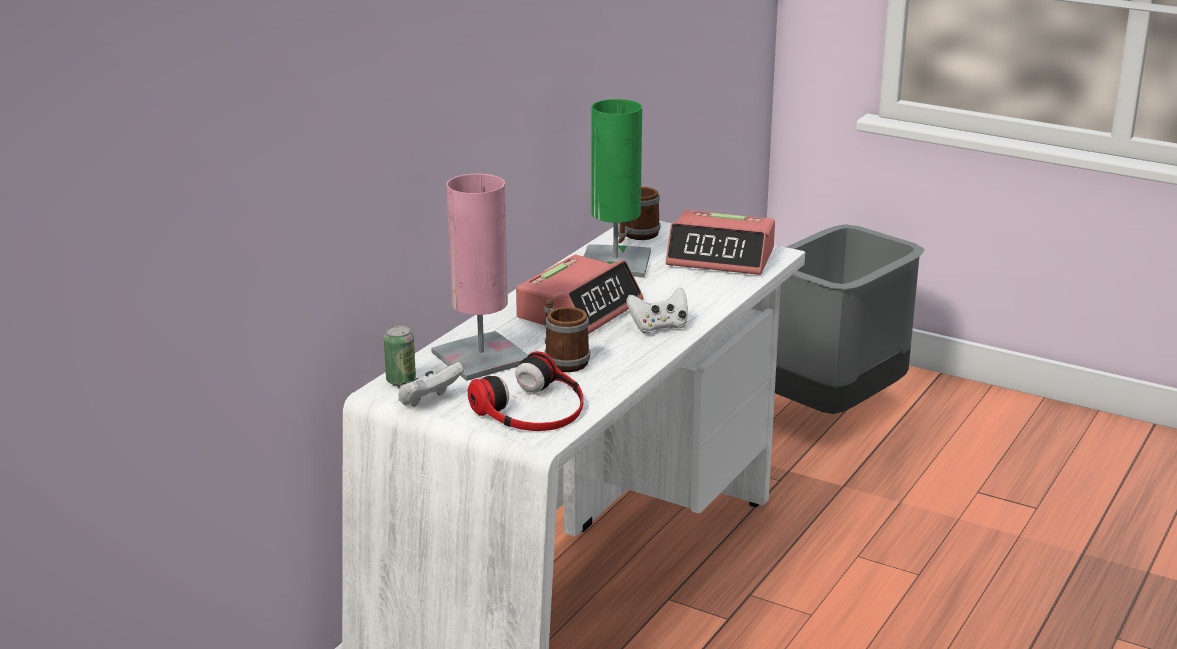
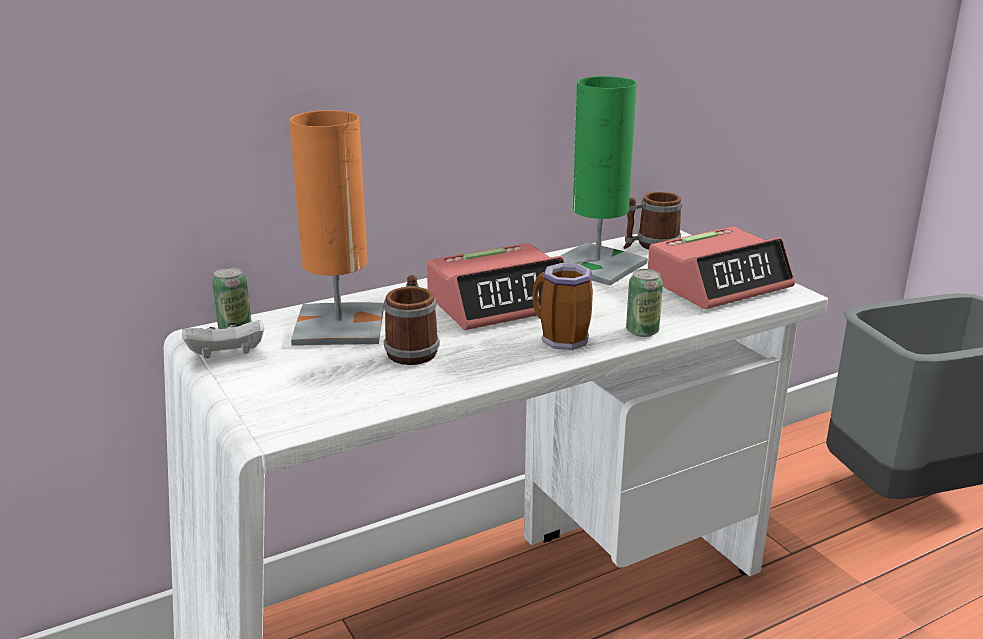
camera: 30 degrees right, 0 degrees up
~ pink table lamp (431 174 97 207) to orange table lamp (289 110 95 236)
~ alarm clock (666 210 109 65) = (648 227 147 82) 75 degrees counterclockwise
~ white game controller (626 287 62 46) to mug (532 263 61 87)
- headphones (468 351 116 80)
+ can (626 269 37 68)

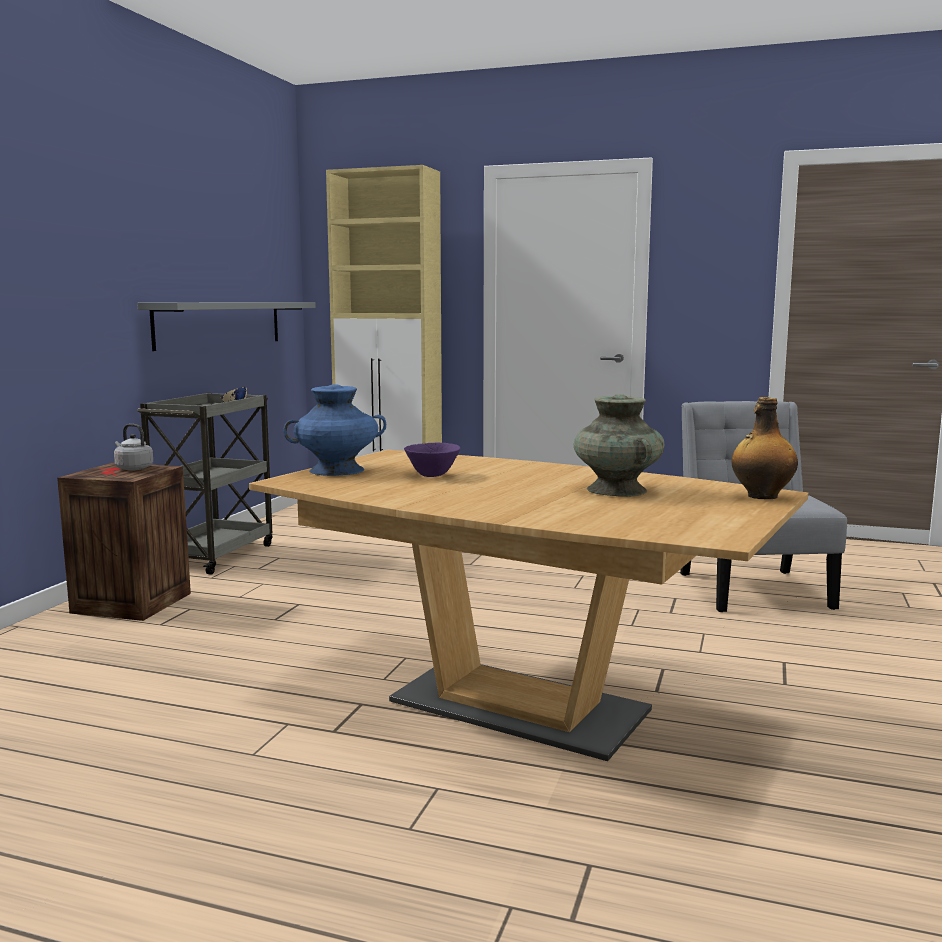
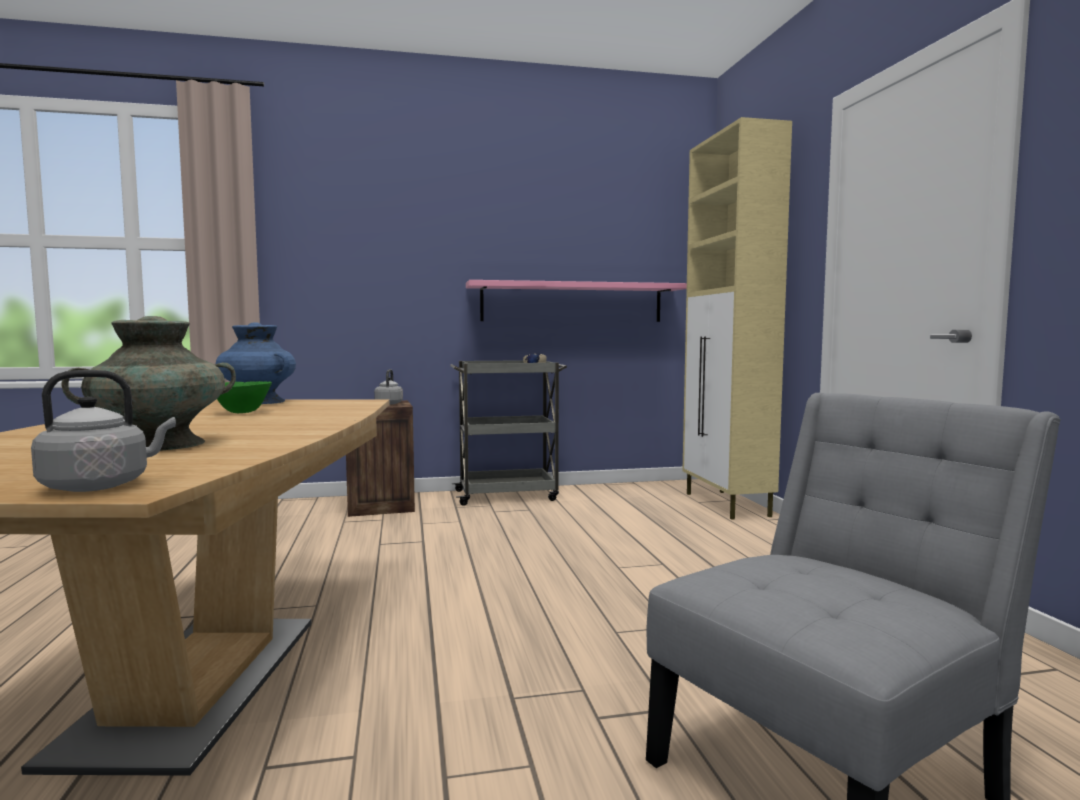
camera: 60 degrees right, 5 degrees down
~ grey shelf (137 302 179 49) to pink shelf (466 280 221 42)
~ bottle (732 397 66 102) to grey kettle (31 370 145 122)
~ purple bowl (404 443 56 34) to green bowl (217 381 55 32)

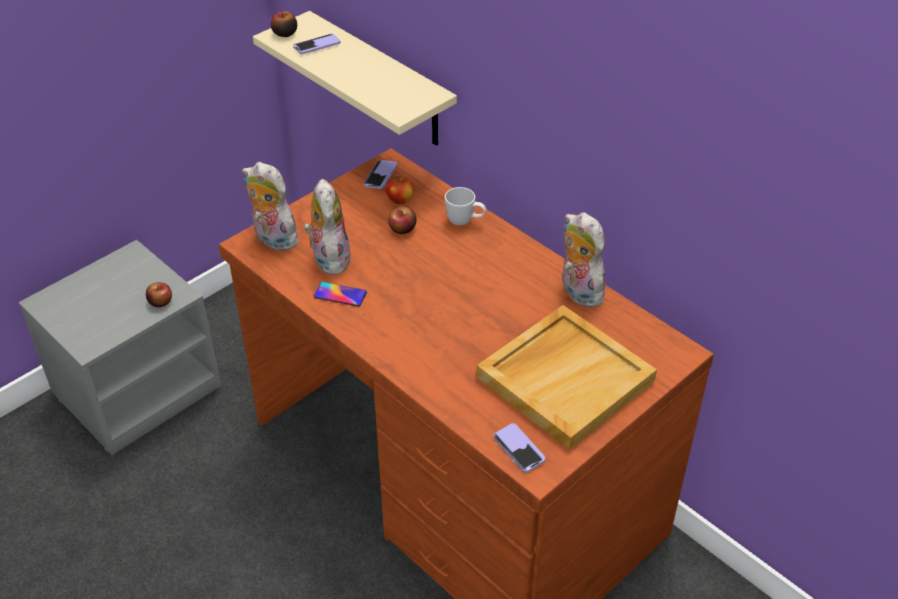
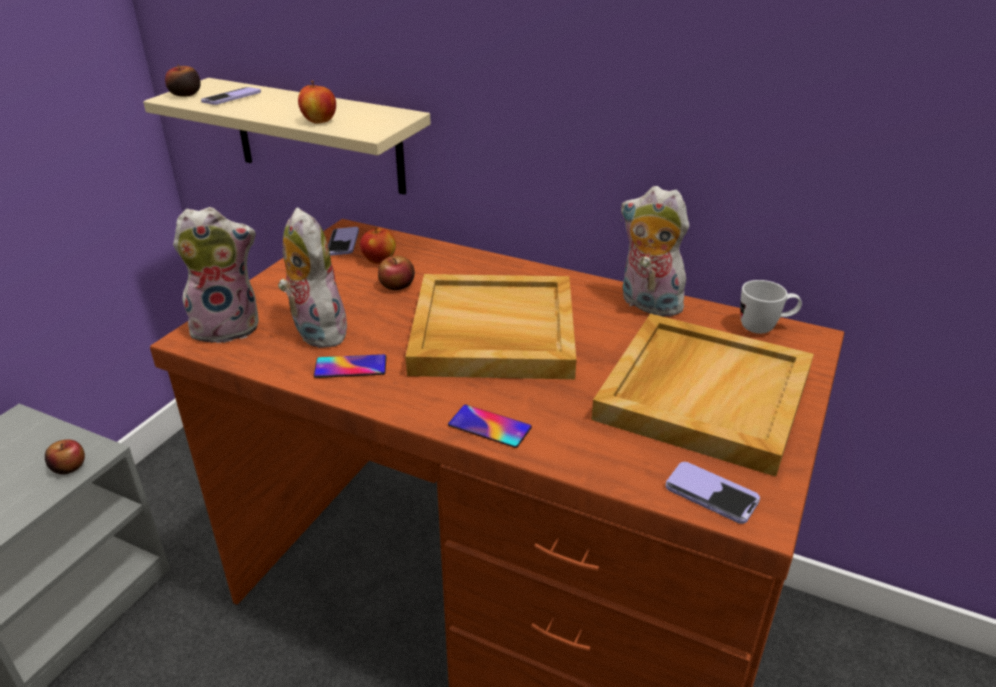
camera: 20 degrees left, 10 degrees down
~ plush toy (242 162 57 89) = (173 207 86 136) 150 degrees clockwise
~ white mug (445 187 41 38) to (740 280 62 54)
+ apple (298 81 38 43)
+ beige tray (405 274 171 105)
+ phone (448 405 84 43)

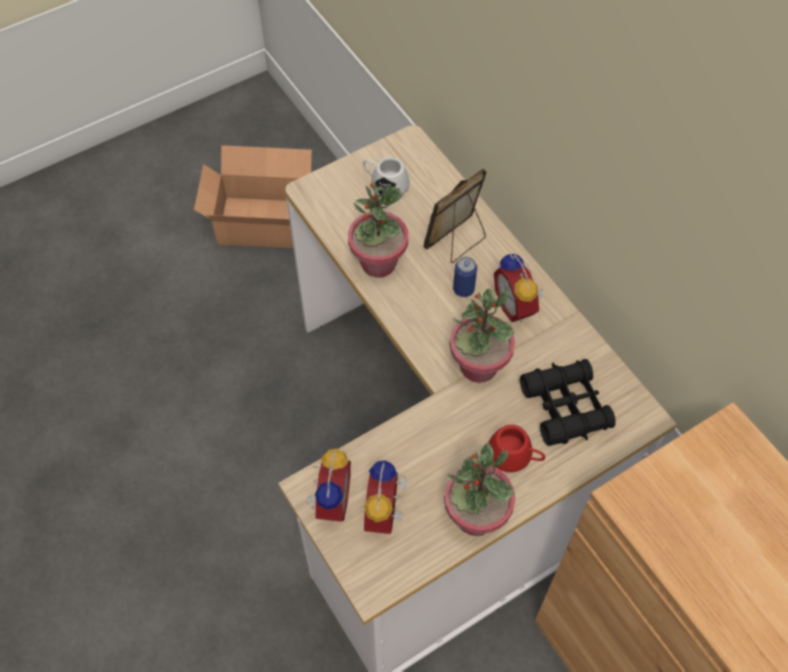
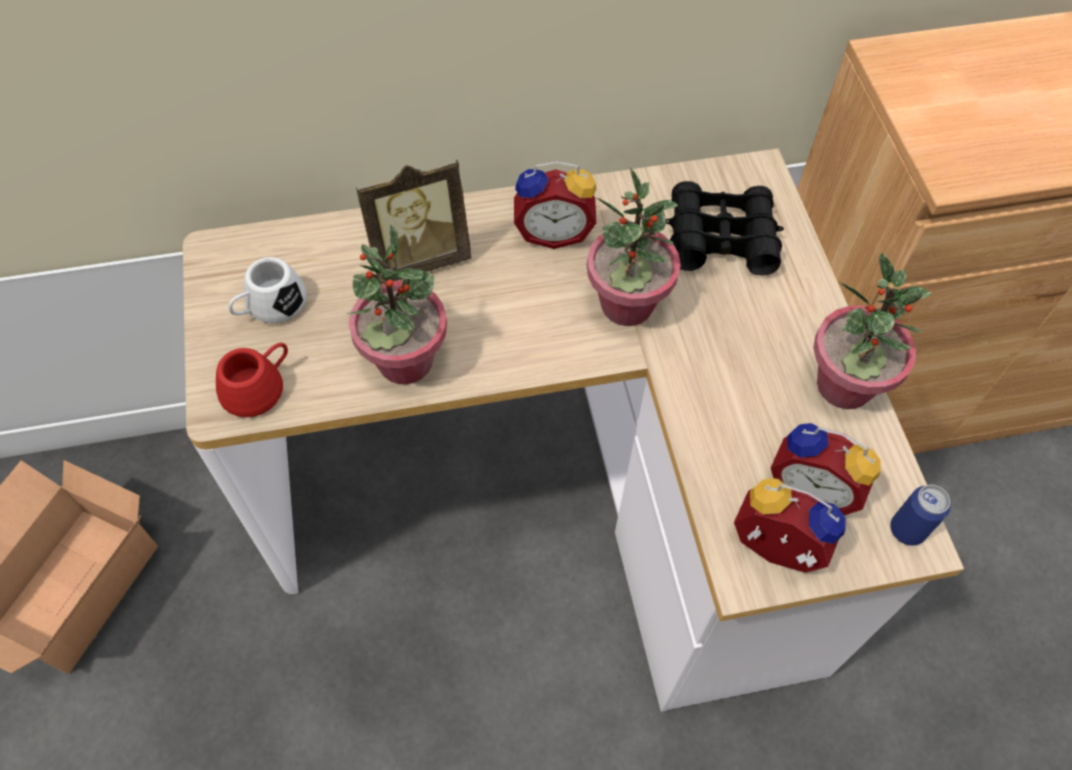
camera: 70 degrees left, 0 degrees up
~ picture frame (423 169 64 95) = (356 160 115 124) 90 degrees counterclockwise
~ can (453 256 24 41) to (890 485 60 61)
~ red mug (488 425 57 47) to (216 343 72 74)

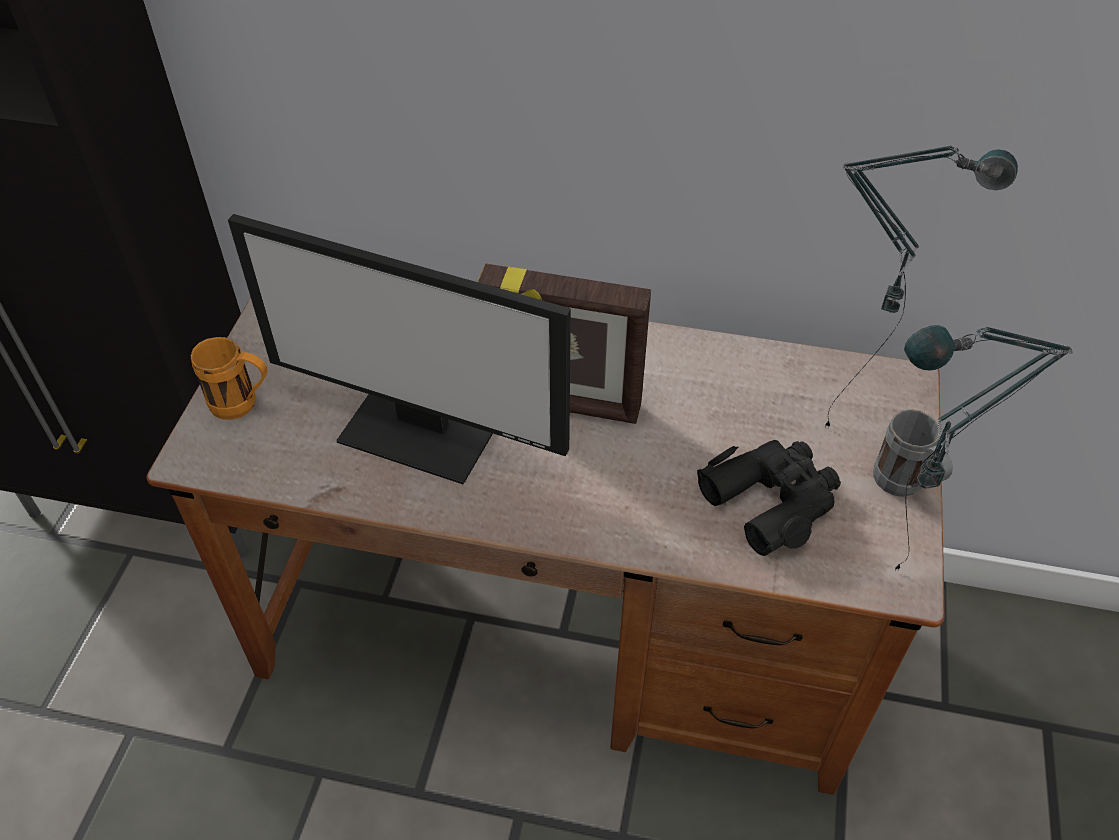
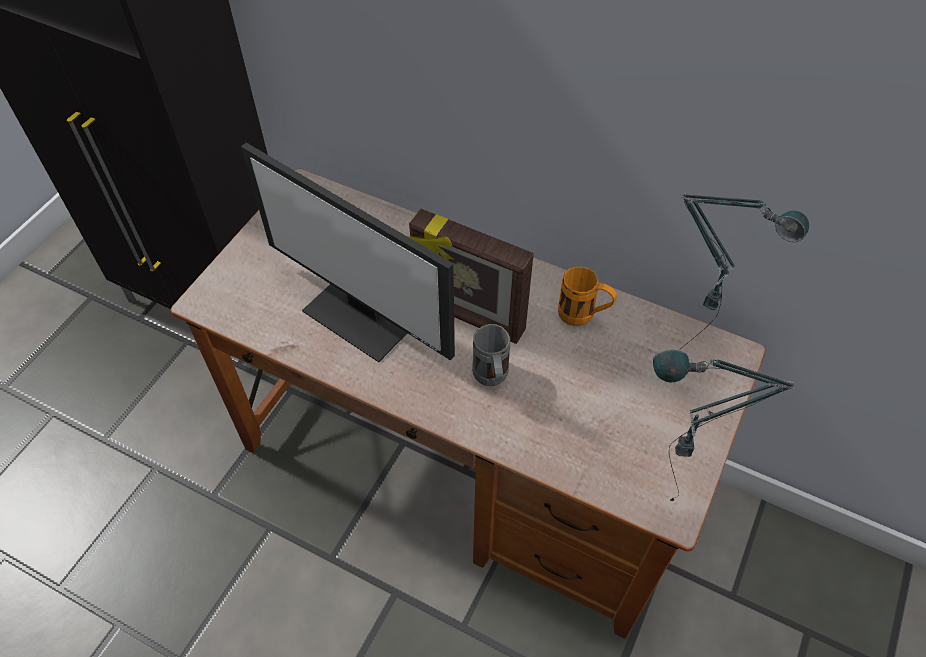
camera: 15 degrees right, 5 degrees up
~ orange mug (190 337 78 83) to (558 266 59 60)
~ grey mug (873 409 80 88) to (472 324 38 62)
- black binoculars (697 440 144 116)

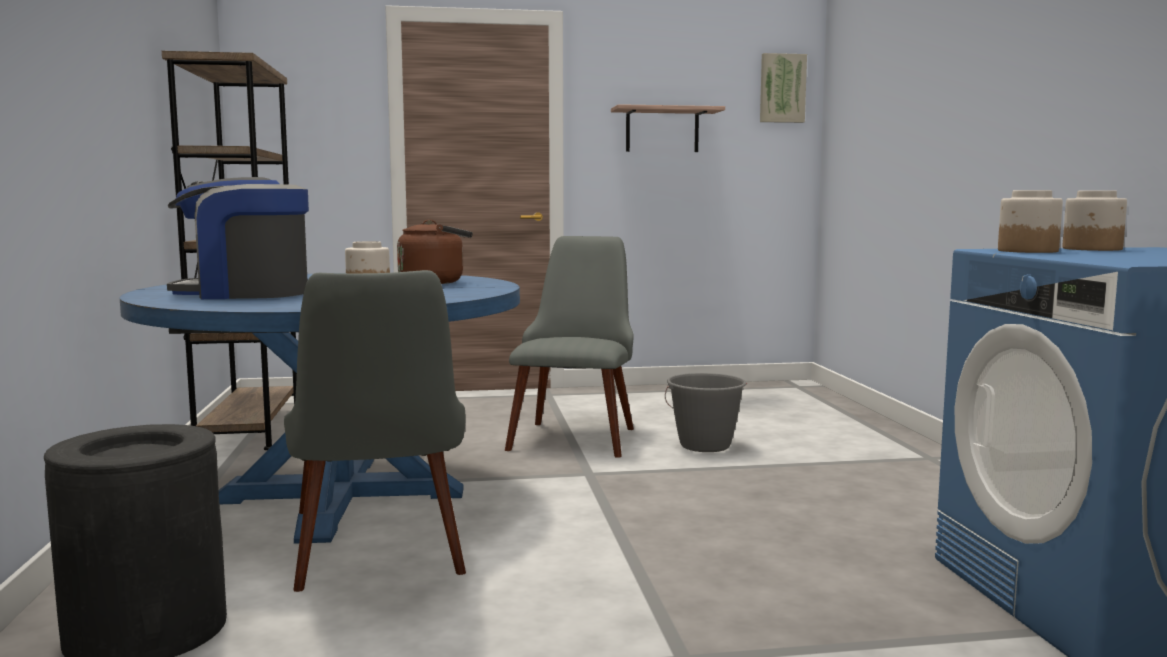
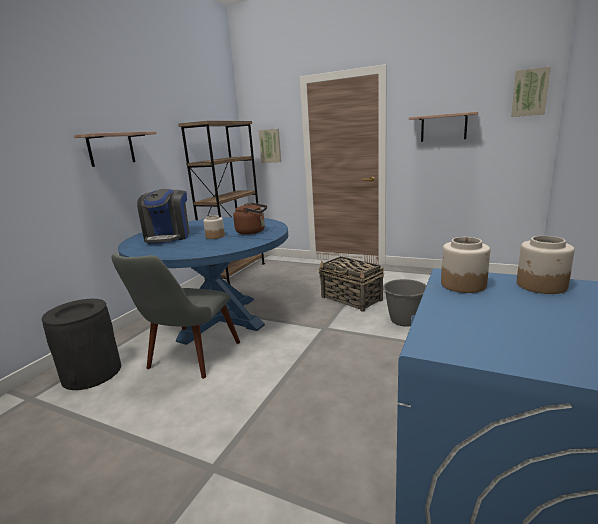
camera: 35 degrees right, 10 degrees up
~ coffee machine (167 177 142 122) = (137 189 52 55) 120 degrees counterclockwise
~ grey chair (505 236 129 222) to basket (318 256 66 56)
+ picture (258 129 23 34)
+ shelf (74 131 83 36)

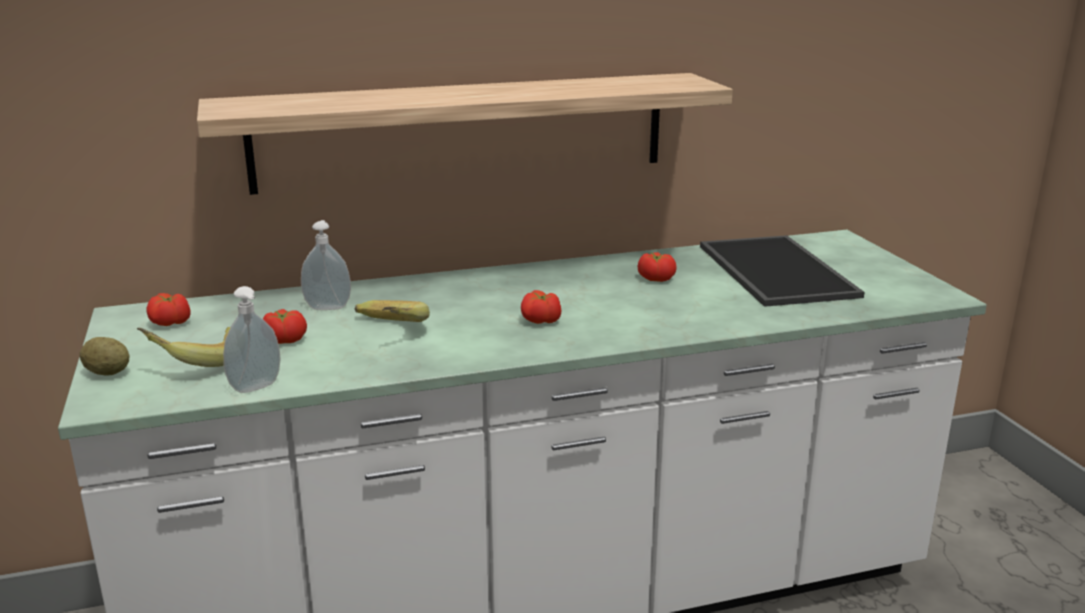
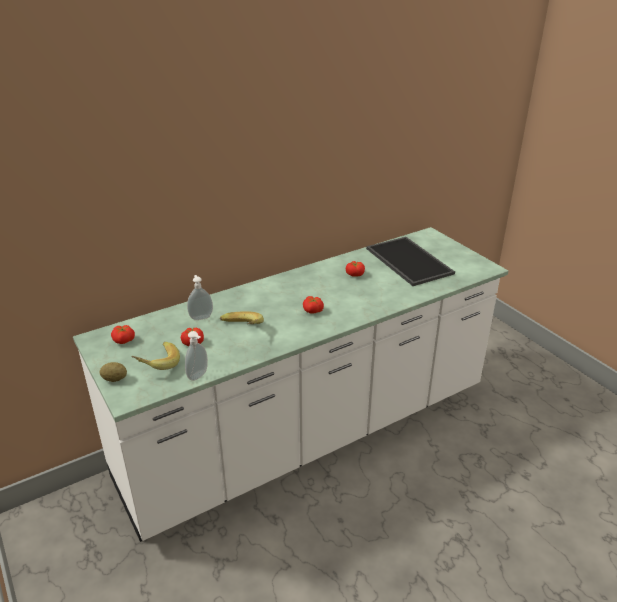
camera: 15 degrees left, 10 degrees up
- shelf (197 73 536 122)

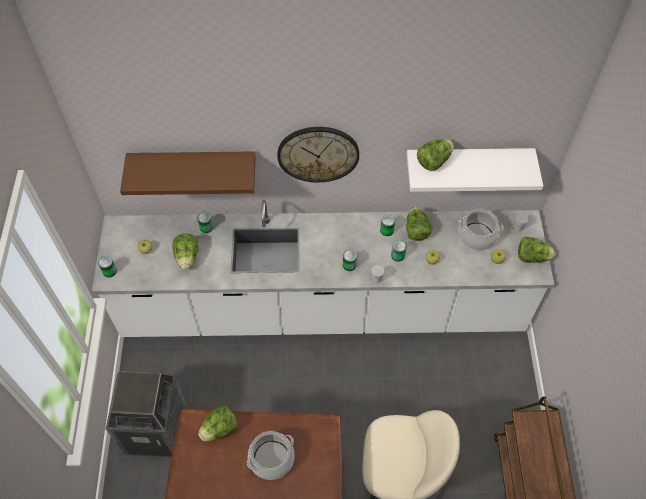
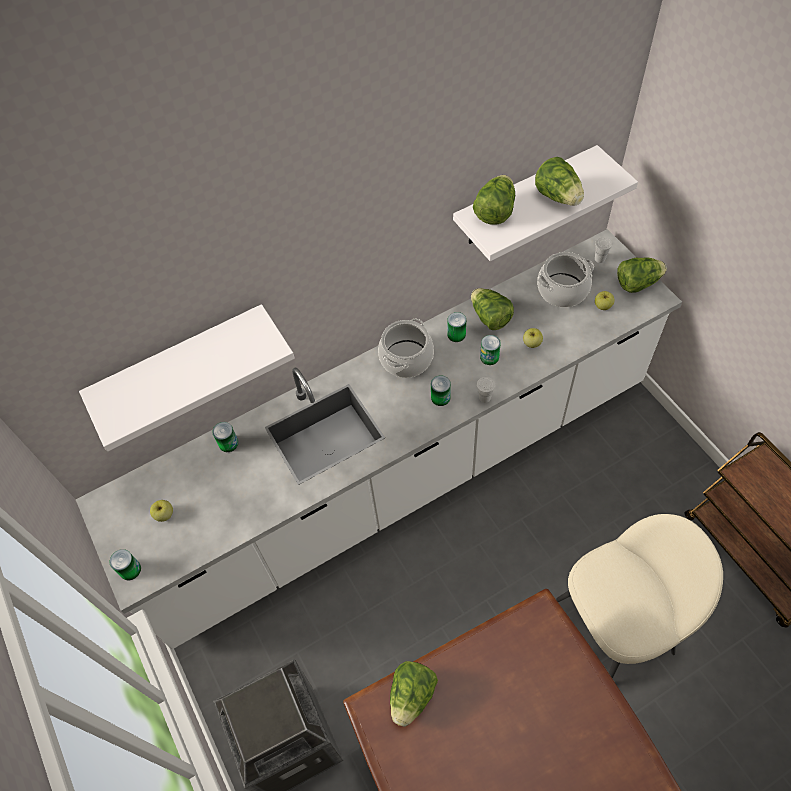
camera: 25 degrees left, 0 degrees up
- wall clock (277 127 82 55)
~ brown shelf (120 151 136 44) to white shelf (79 304 216 148)
~ lettuce (172 233 26 37) to (535 157 49 49)
~ cooking pot (247 431 48 49) to (378 318 56 60)

